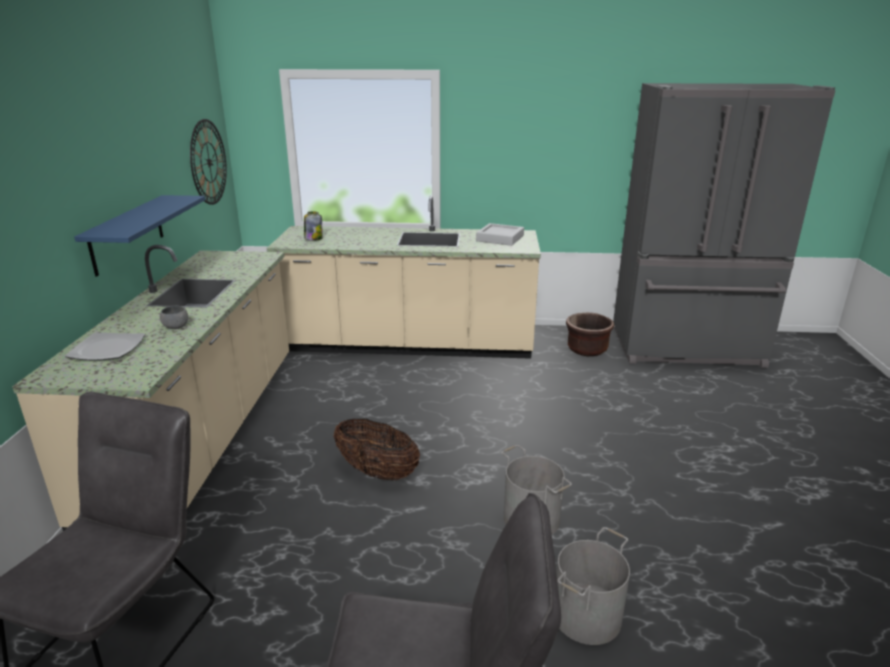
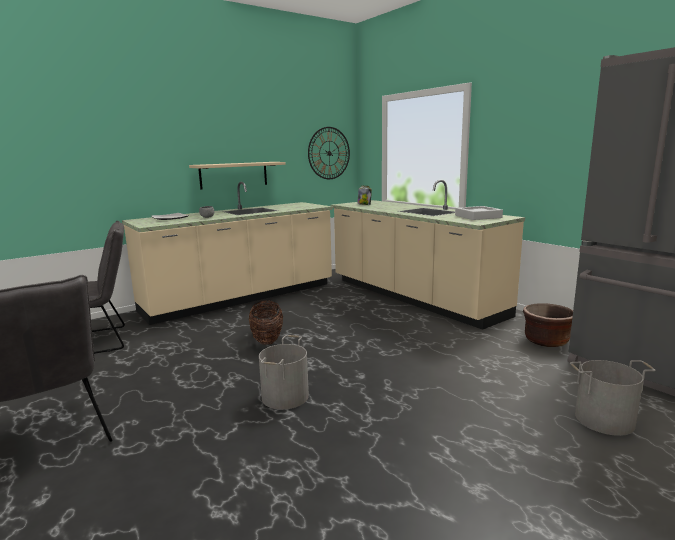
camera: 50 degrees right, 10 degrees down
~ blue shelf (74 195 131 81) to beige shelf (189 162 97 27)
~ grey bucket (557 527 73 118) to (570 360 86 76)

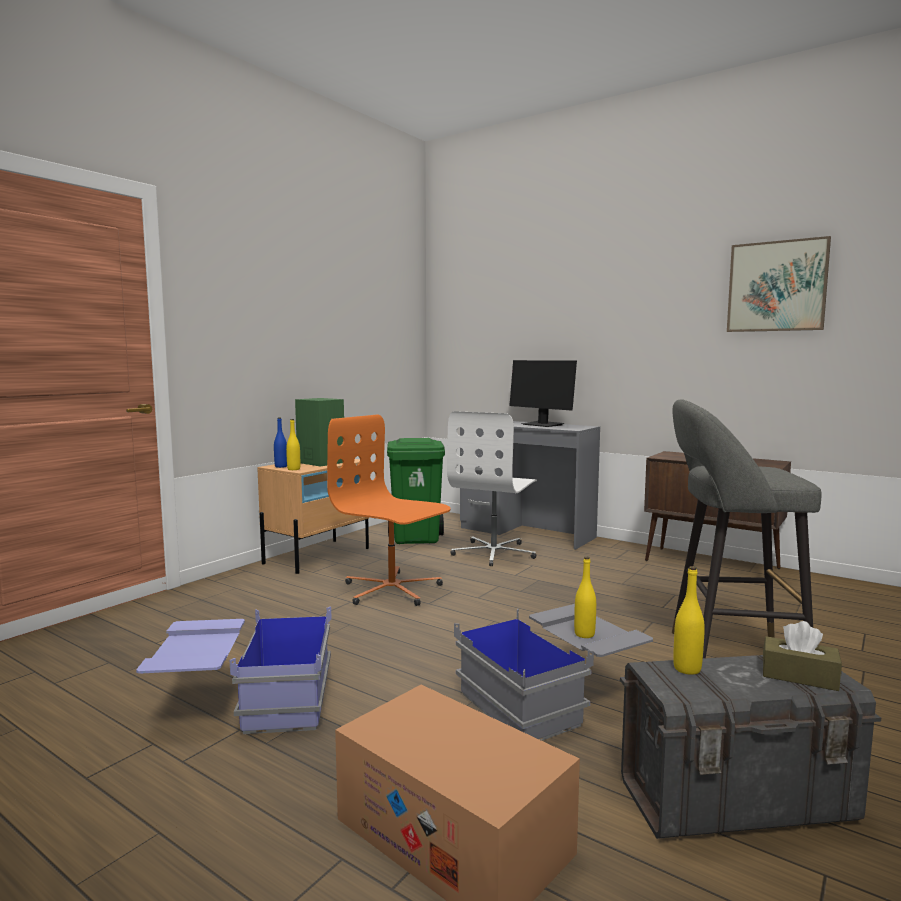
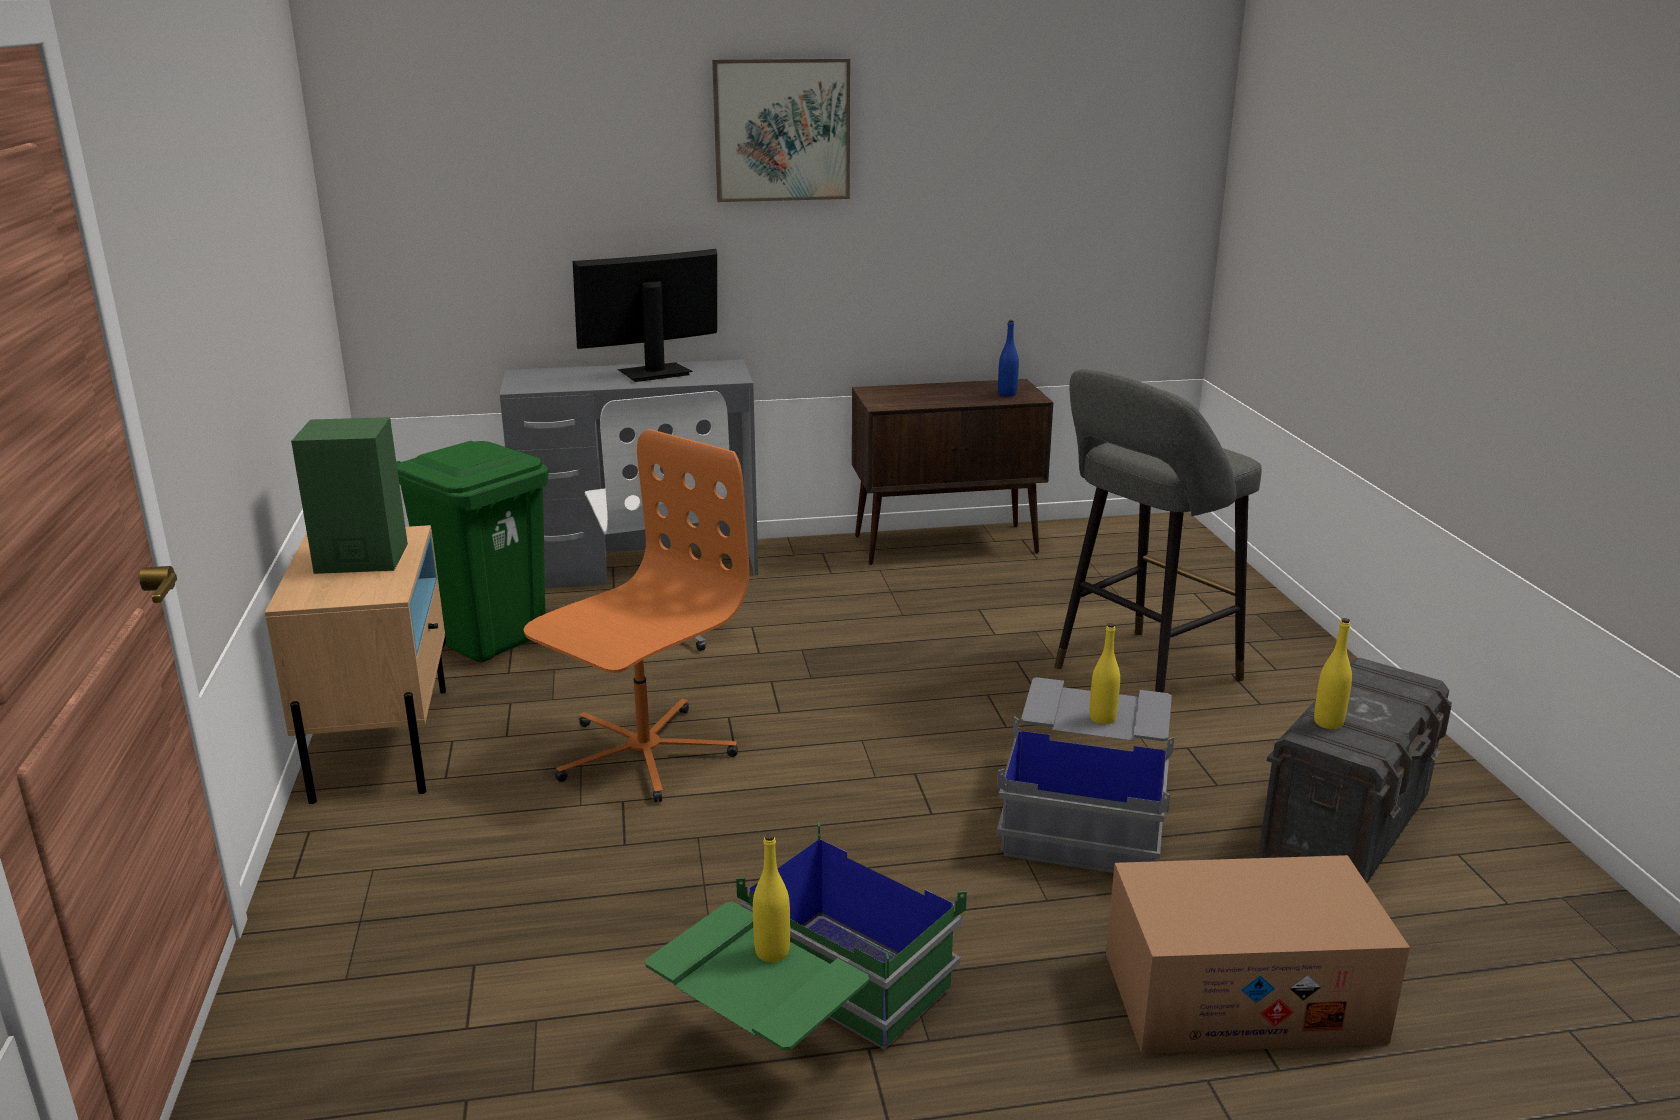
camera: 45 degrees left, 15 degrees up
~ picture (727 236 104 96) to (712 58 138 144)
~ monitor (509 360 68 67) = (573 249 144 133) 150 degrees clockwise
~ orange office chair (327 414 123 192) = (524 429 225 374) 135 degrees clockwise
~ blue bottle (274 417 13 51) to (998 320 21 76)
~ yellow bottle (286 419 14 51) to (753 833 37 129)
~ blue storage box (136 606 196 128) to green storage box (645 822 322 229)
- brown tissue box (763 621 79 70)

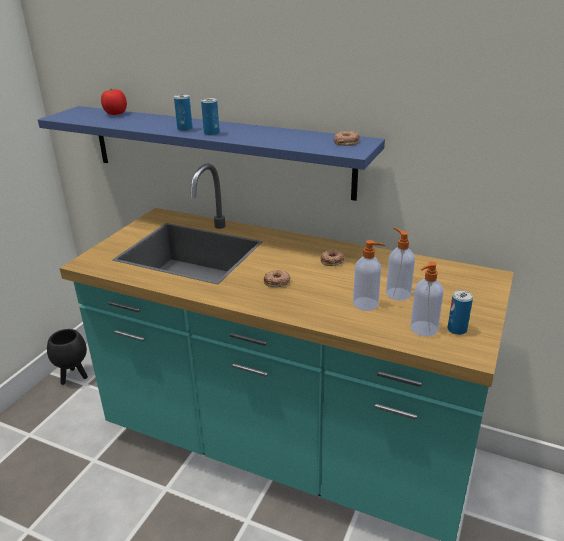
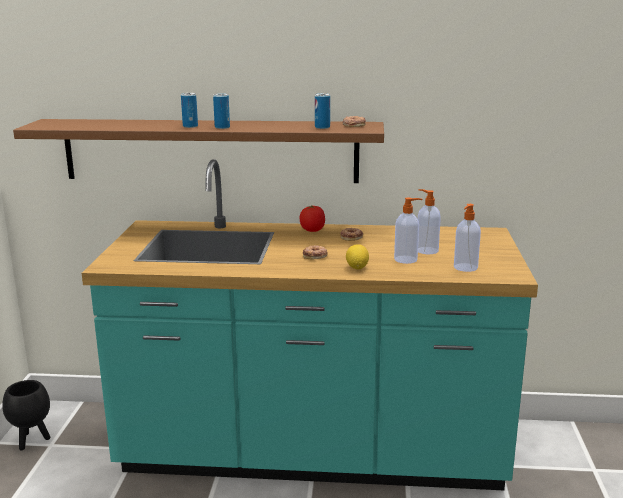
camera: 20 degrees left, 10 degrees down
~ tomato (101 89 26 26) to (300 206 25 26)
~ blue shelf (38 106 347 95) to brown shelf (13 119 371 64)
~ can (448 290 25 45) to (315 93 15 36)
+ lemon (346 244 23 25)

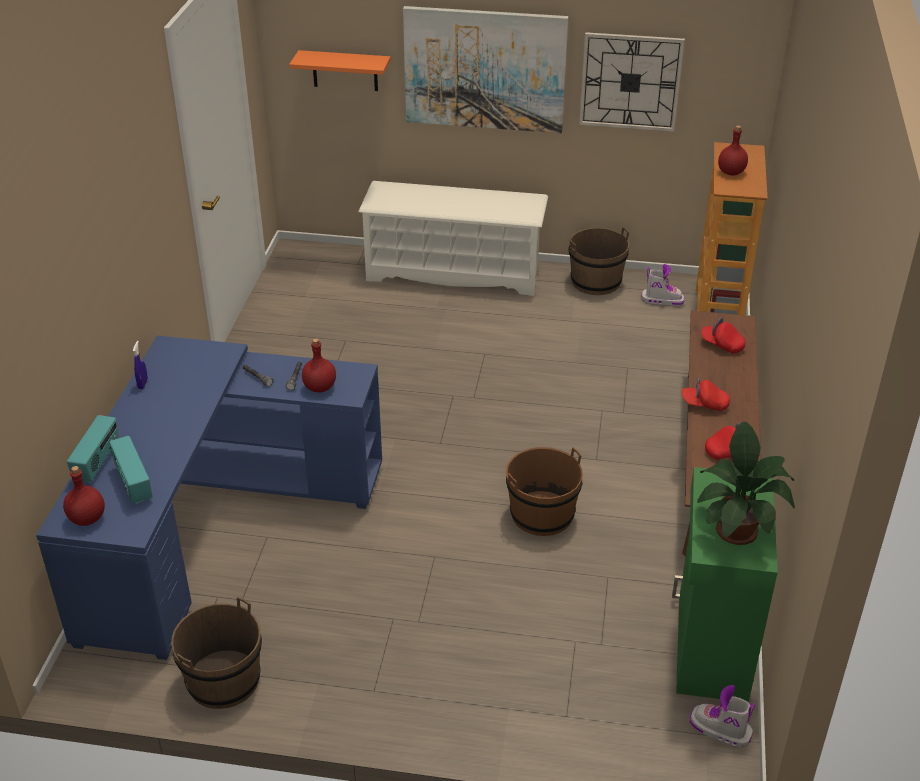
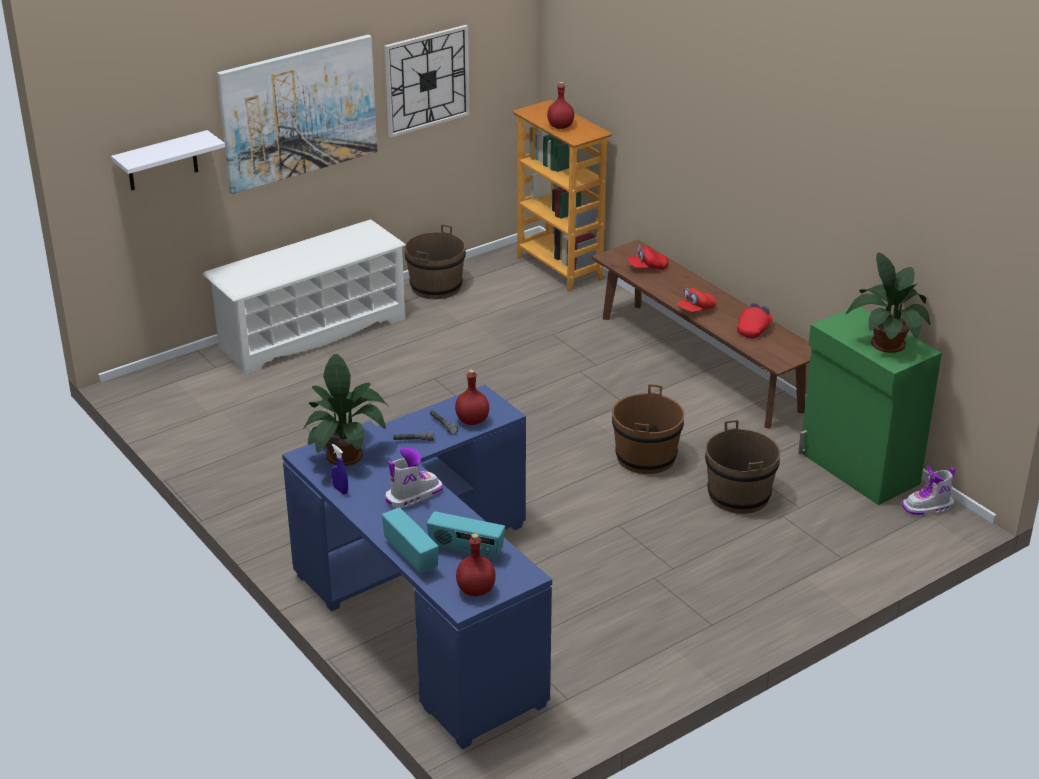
camera: 45 degrees left, 5 degrees down
~ orange shelf (289 50 102 41) to white shelf (111 130 114 60)
~ boot (642 264 42 42) to (385 447 58 61)
~ brown bucket (171 597 91 112) to (705 420 76 94)
+ potted plant (303 354 86 112)

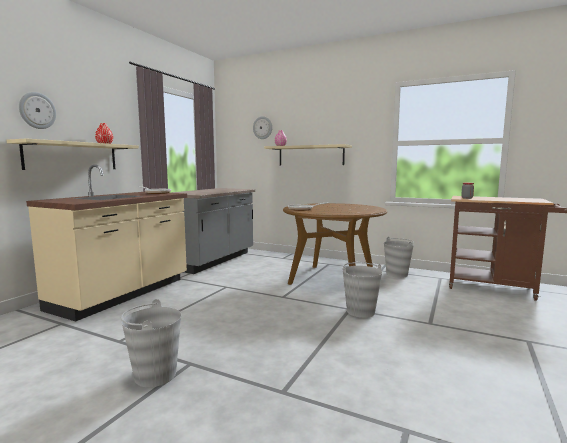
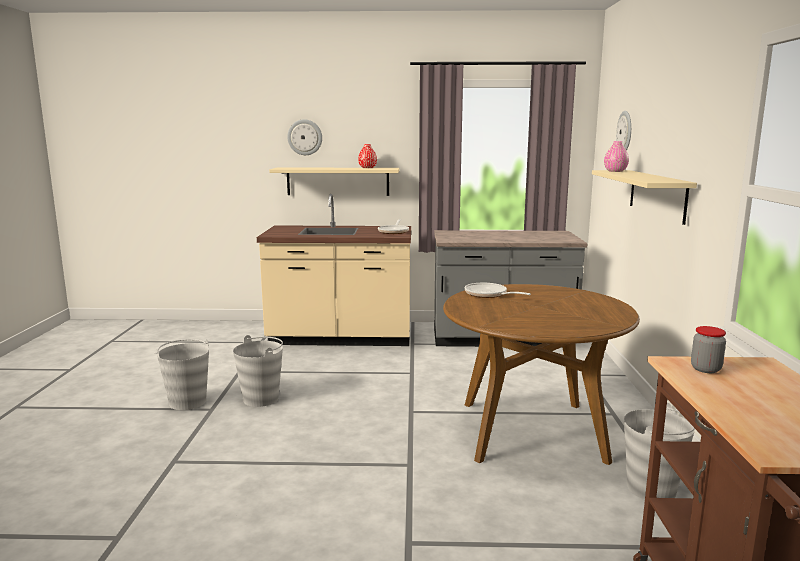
camera: 65 degrees right, 5 degrees up
~ grey bucket (342 262 40 56) to (233 335 50 72)

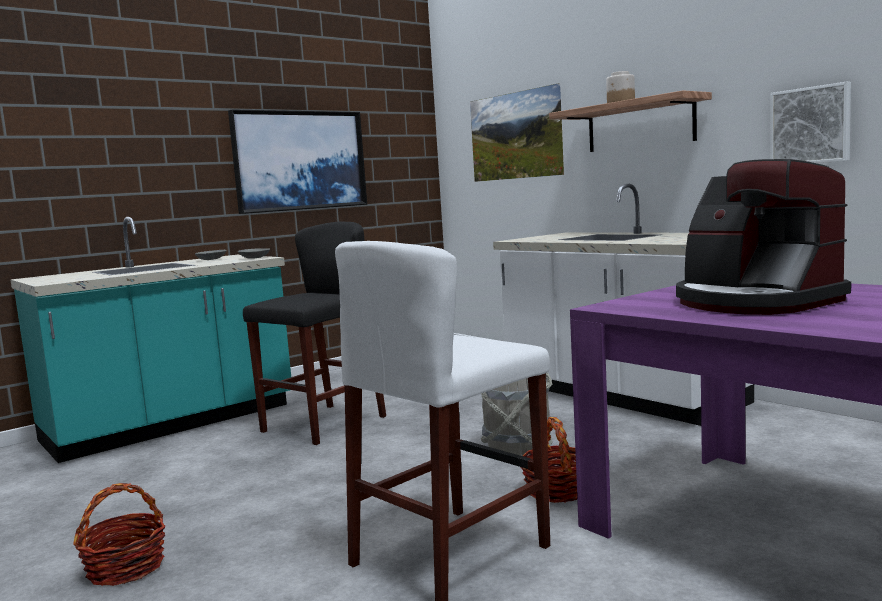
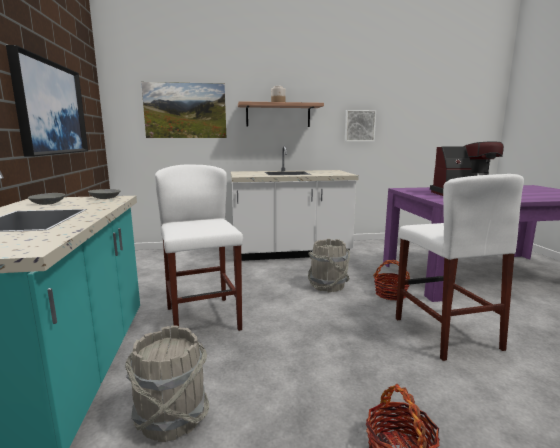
camera: 60 degrees left, 5 degrees up
~ black stool (243 222 143 223) to white stool (155 165 88 166)
+ grey bucket (125 326 84 116)

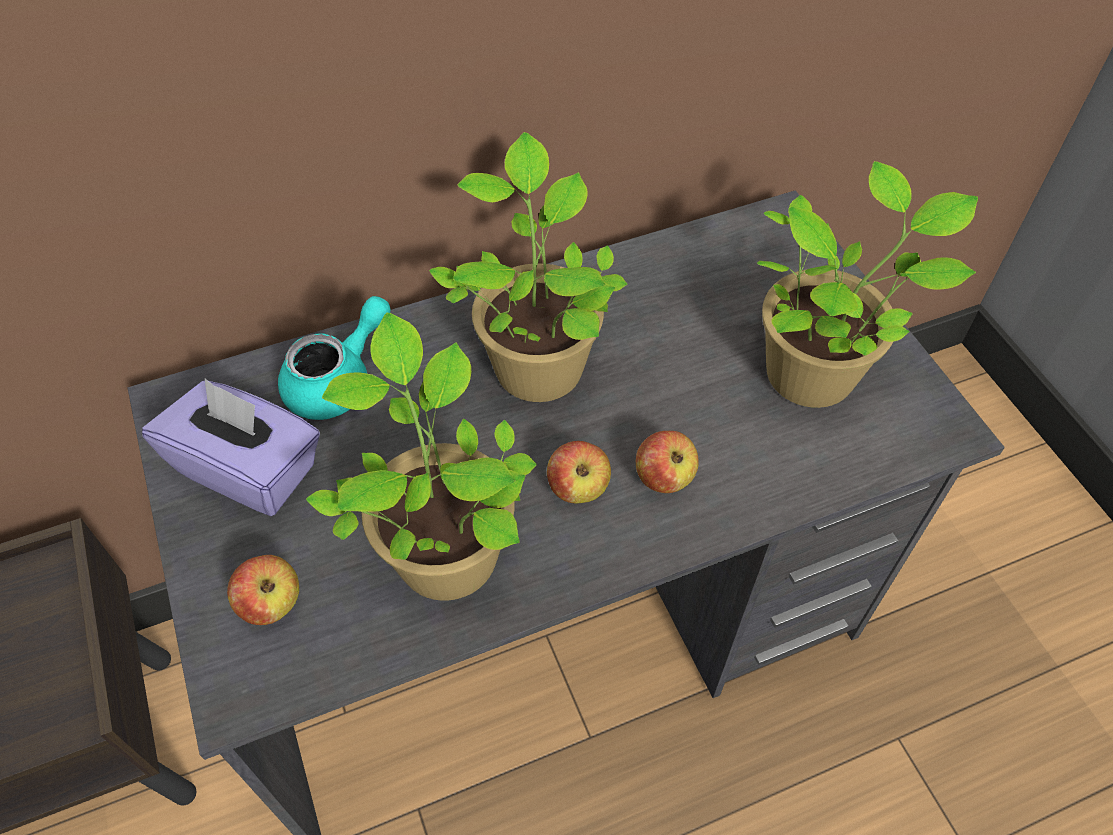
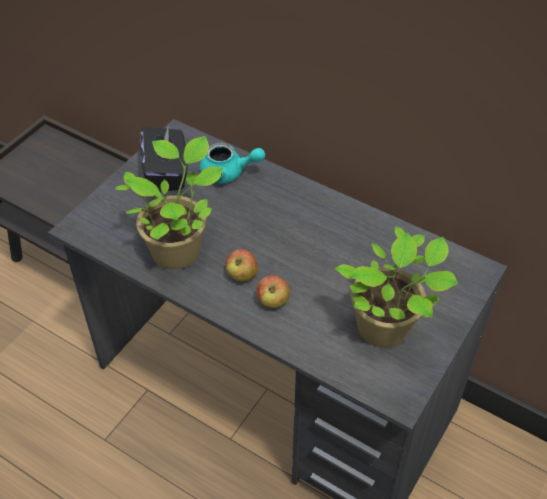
camera: 55 degrees right, 5 degrees down
- potted plant (429 132 199 270)
~ purple tissue box (142 379 178 137) to black tissue box (140 125 48 67)
- apple (227 555 72 70)

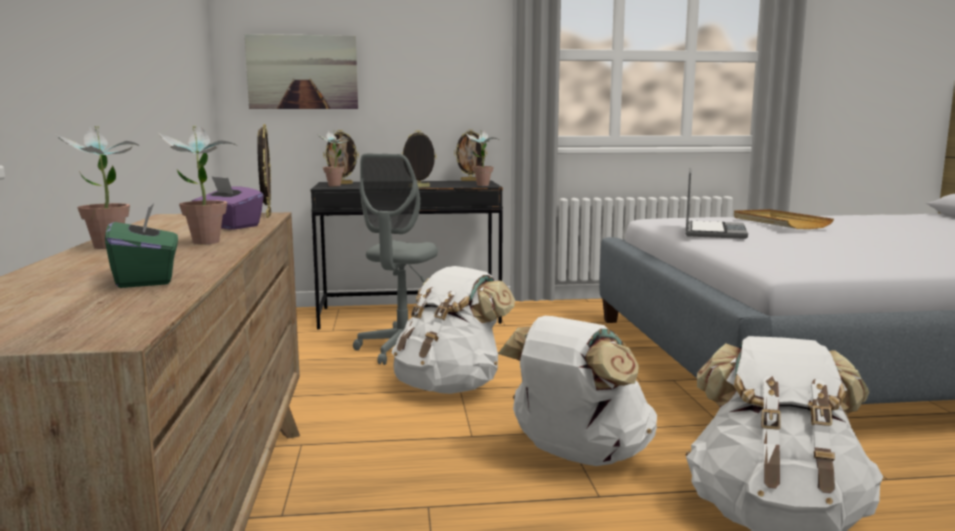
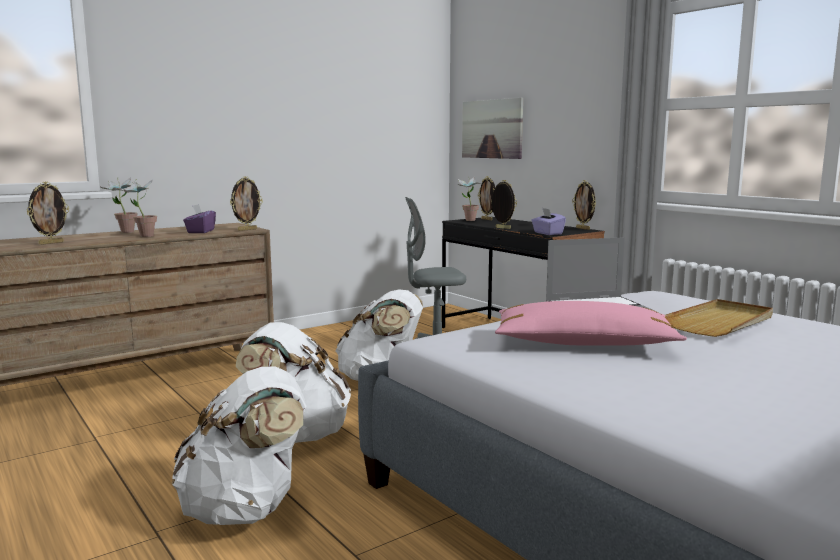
camera: 60 degrees right, 0 degrees up
~ potted plant (466 130 32 56) to purple tissue box (531 208 35 27)
~ green tissue box (105 203 73 85) to picture frame (26 182 43 63)
+ pink pillow (495 301 192 45)

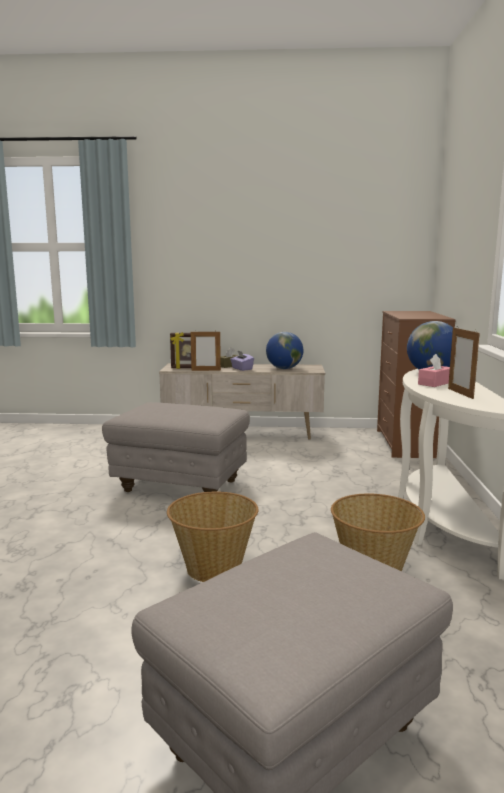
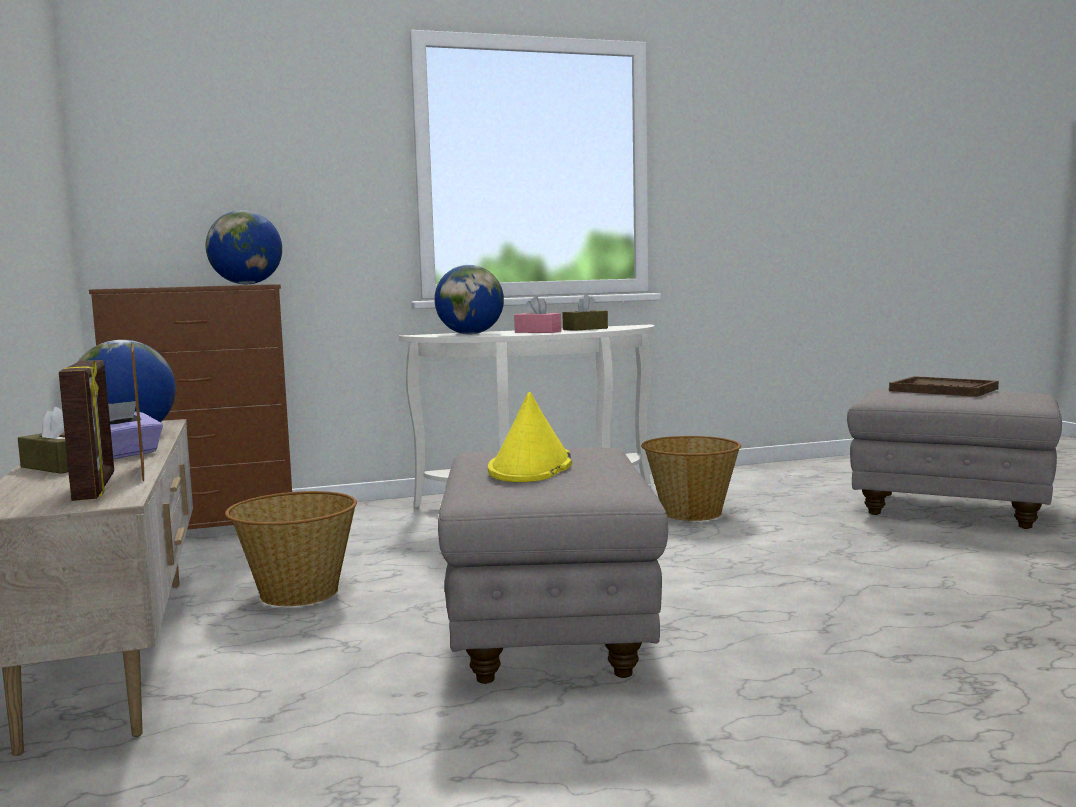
camera: 110 degrees left, 5 degrees down
~ picture frame (448 327 32 72) to brown tissue box (562 294 46 37)
~ basket (167 492 91 90) to (225 491 132 115)
+ globe (206 210 76 74)
+ brown tray (889 376 110 21)
+ yellow hat (488 392 84 90)

